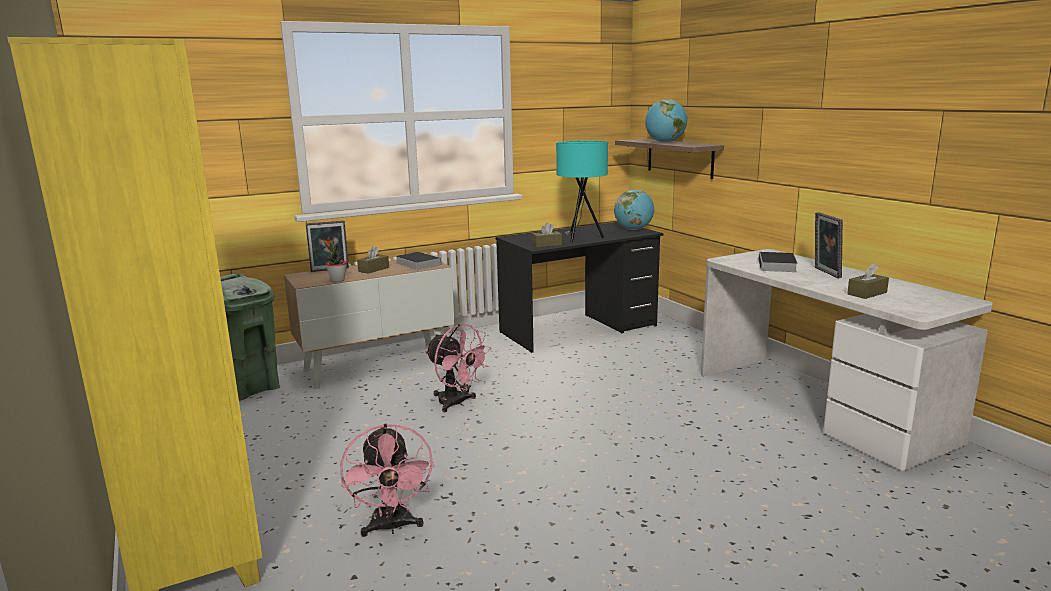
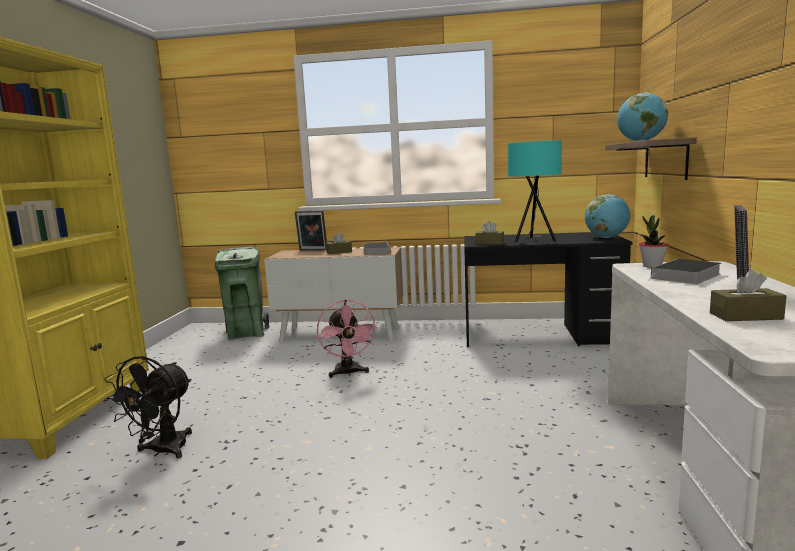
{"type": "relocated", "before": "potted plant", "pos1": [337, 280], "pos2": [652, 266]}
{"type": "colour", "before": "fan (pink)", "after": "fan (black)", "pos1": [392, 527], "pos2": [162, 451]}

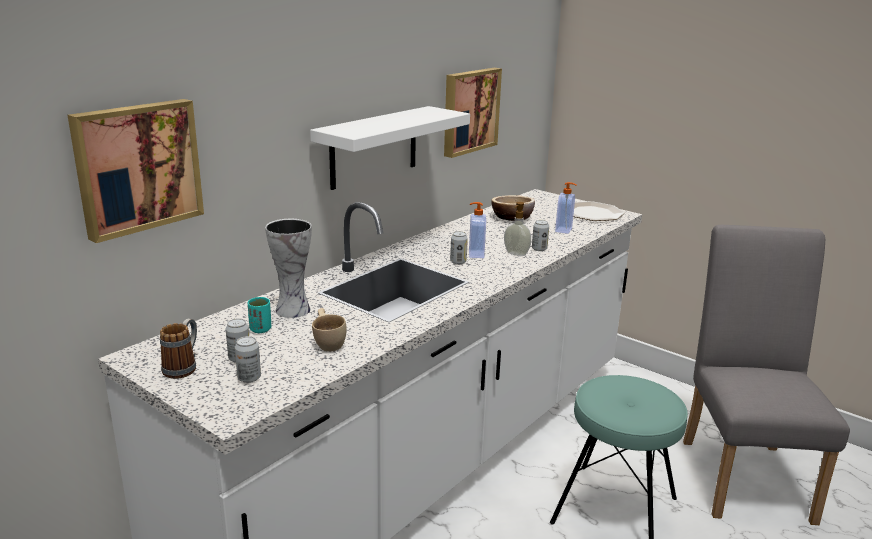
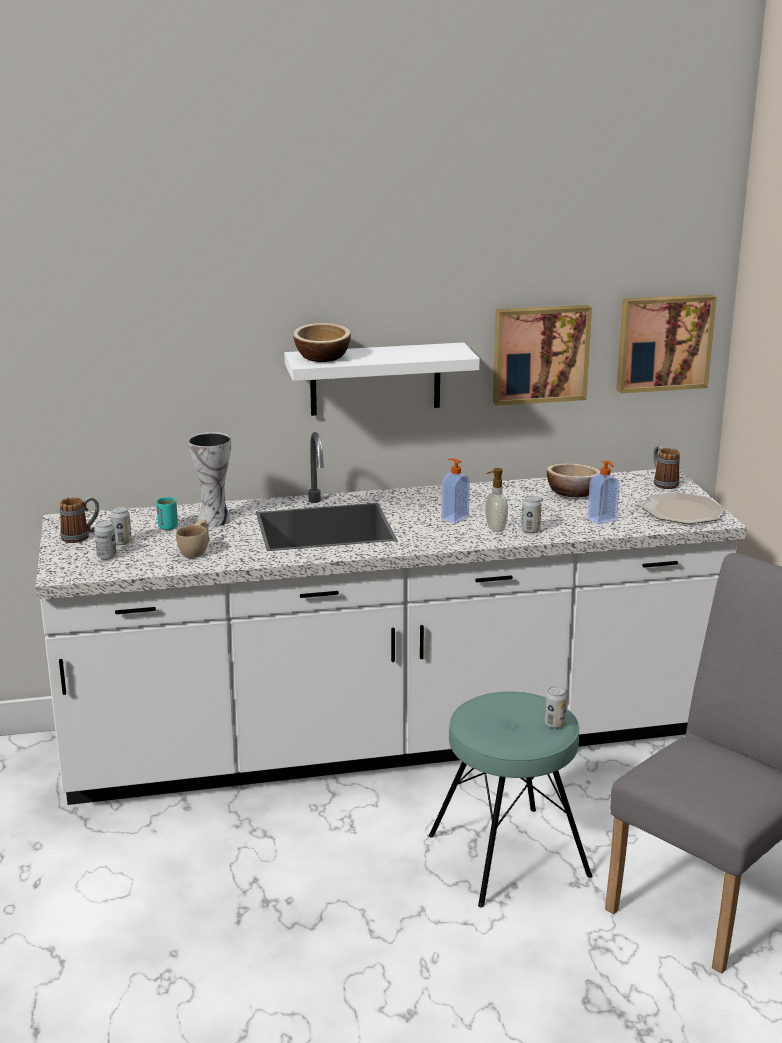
{"type": "relocated", "before": "picture", "pos1": [137, 167], "pos2": [663, 342]}
{"type": "relocated", "before": "can", "pos1": [458, 262], "pos2": [554, 724]}
{"type": "appeared", "after": "bowl", "pos2": [322, 357]}
{"type": "appeared", "after": "mug", "pos2": [663, 483]}

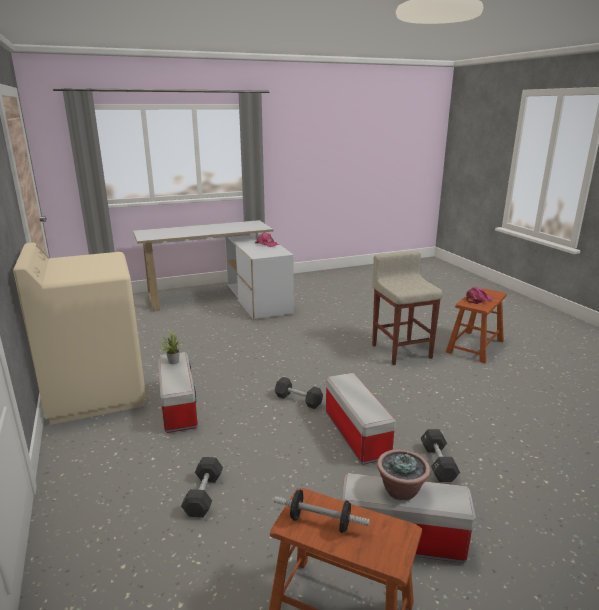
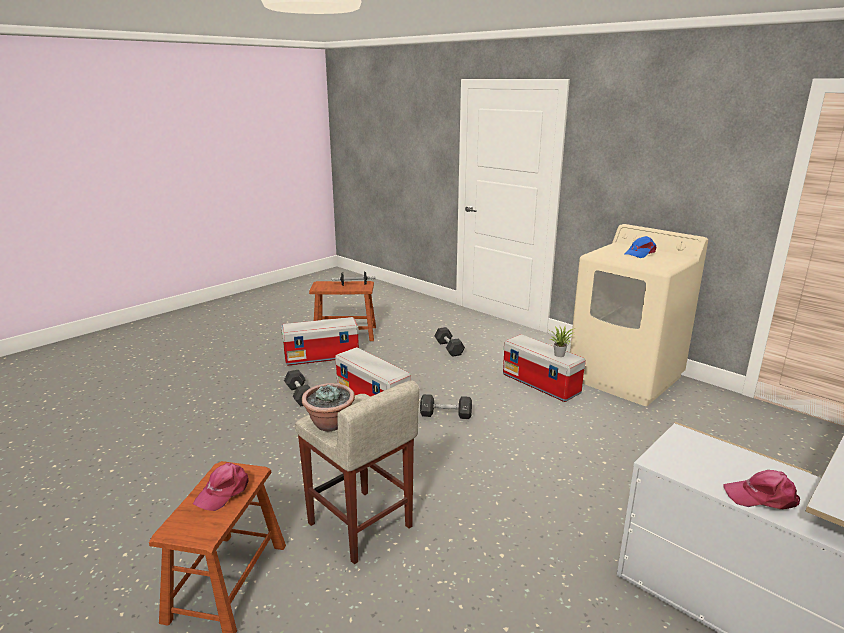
{"type": "relocated", "before": "potted plant", "pos1": [400, 490], "pos2": [330, 424]}
{"type": "appeared", "after": "cap (blue)", "pos2": [640, 253]}

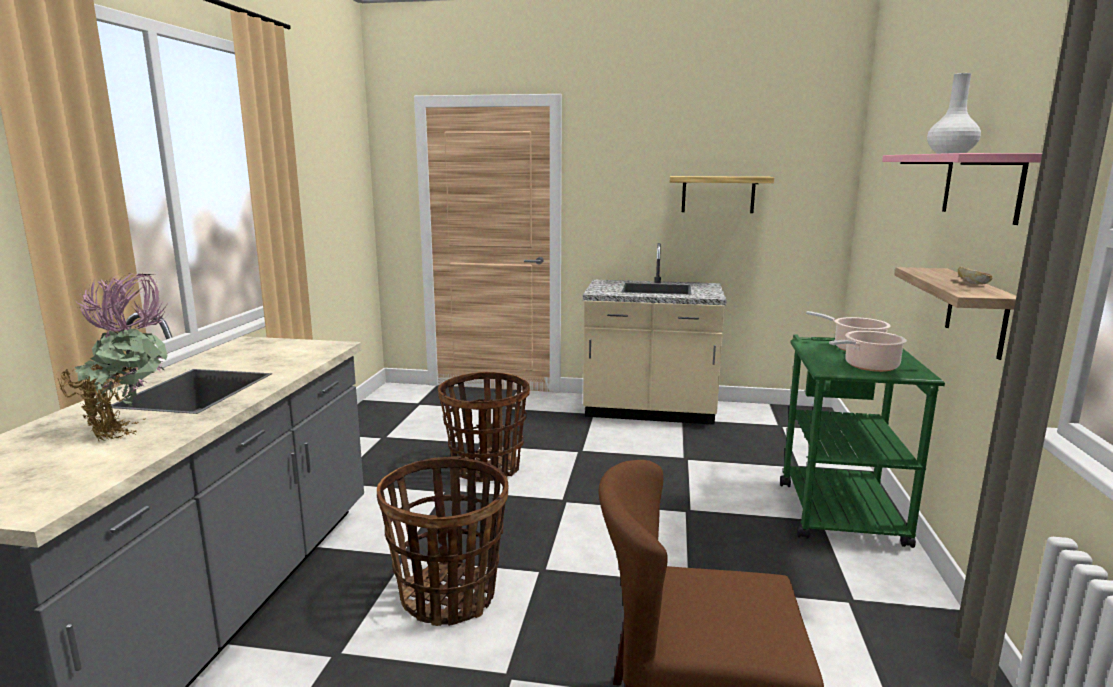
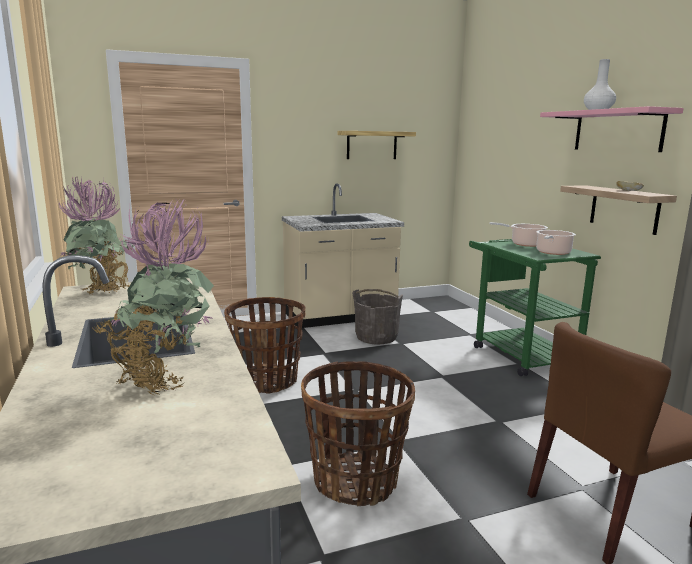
{"type": "appeared", "after": "potted plant", "pos2": [104, 294]}
{"type": "appeared", "after": "bucket (grey)", "pos2": [376, 337]}

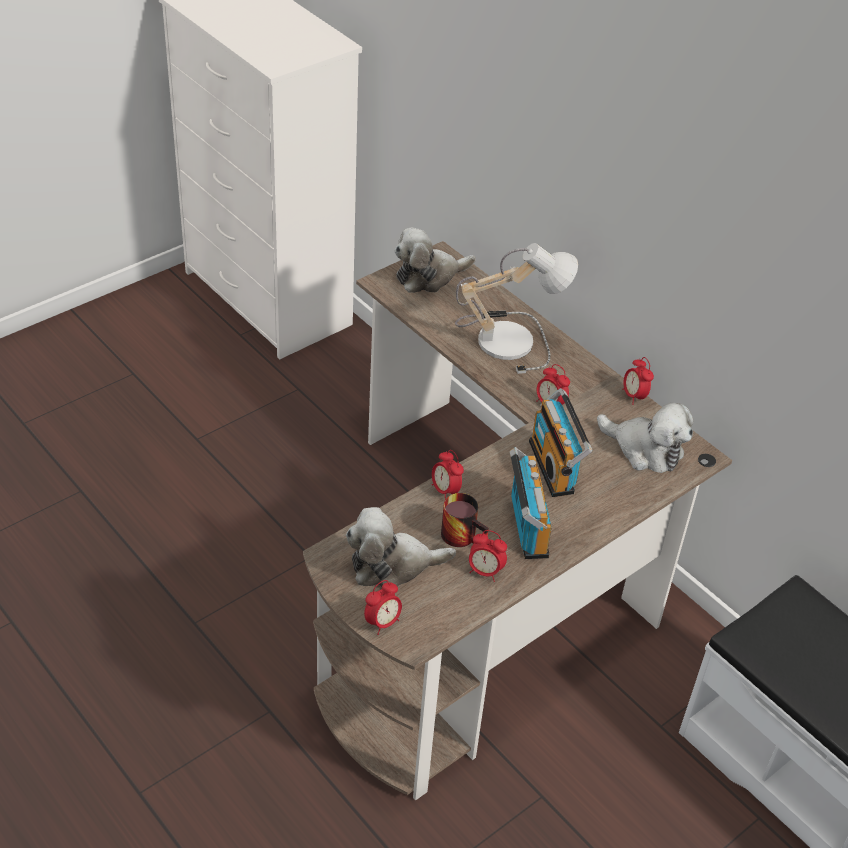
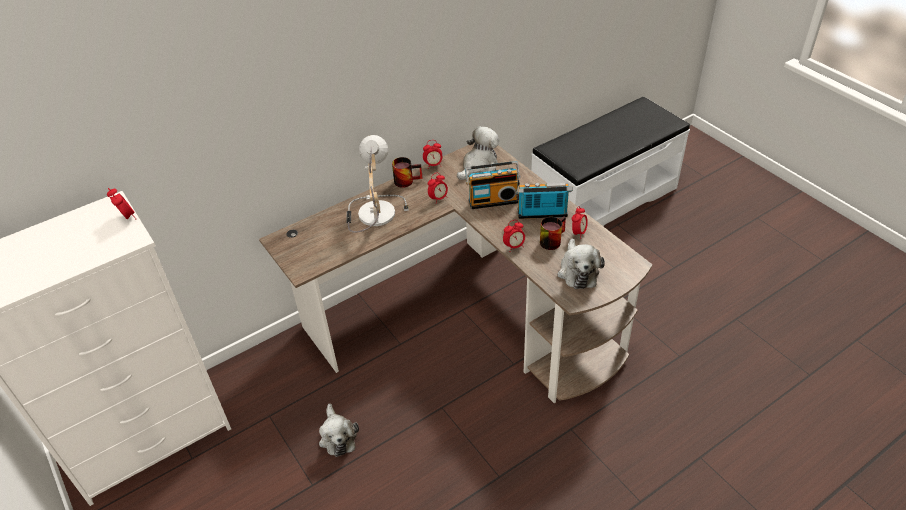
{"type": "relocated", "before": "alarm clock", "pos1": [382, 622], "pos2": [127, 217]}
{"type": "relocated", "before": "plush toy", "pos1": [429, 276], "pos2": [337, 436]}
{"type": "appeared", "after": "mug", "pos2": [407, 180]}

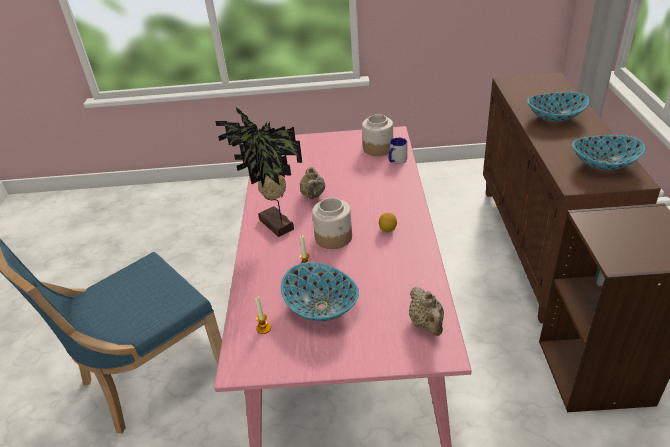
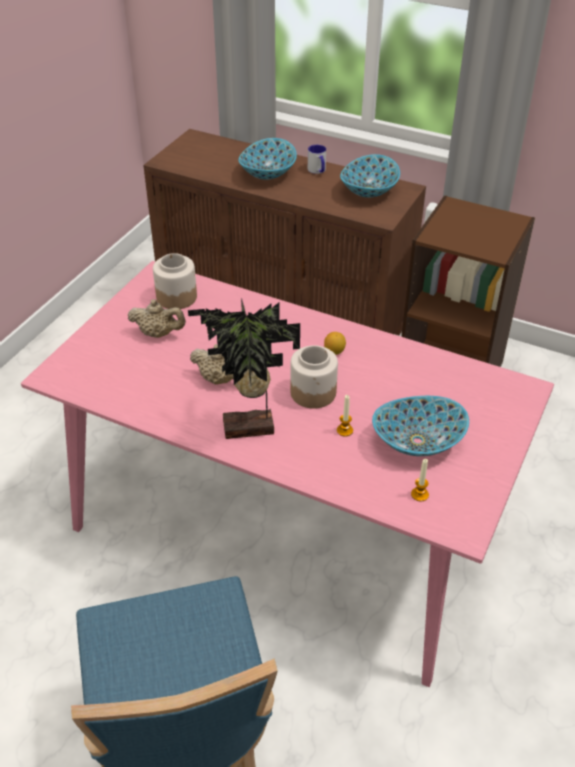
{"type": "relocated", "before": "mug", "pos1": [396, 161], "pos2": [318, 171]}
{"type": "relocated", "before": "teapot (beige)", "pos1": [427, 325], "pos2": [158, 334]}

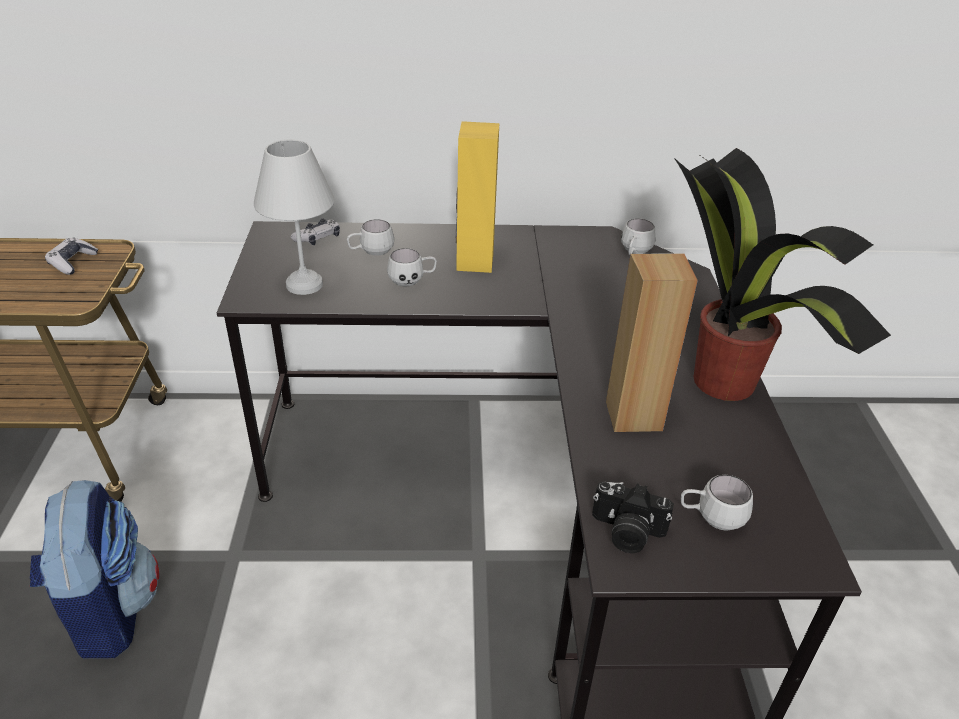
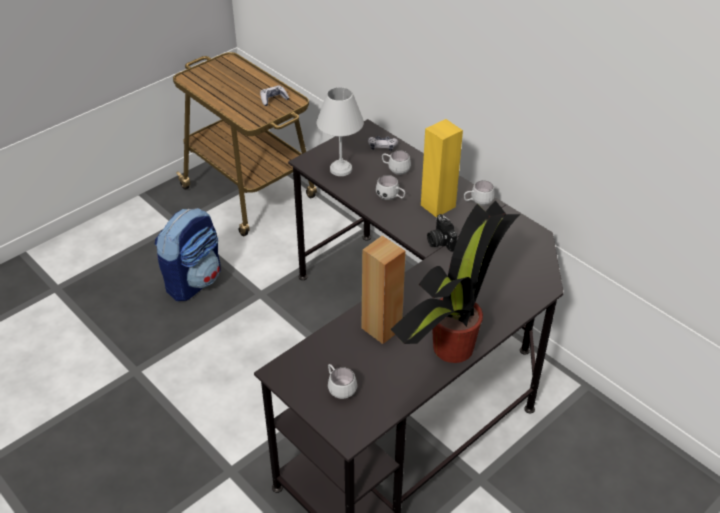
{"type": "relocated", "before": "photo camera", "pos1": [626, 533], "pos2": [440, 241]}
{"type": "relocated", "before": "mug (white)", "pos1": [634, 252], "pos2": [478, 202]}

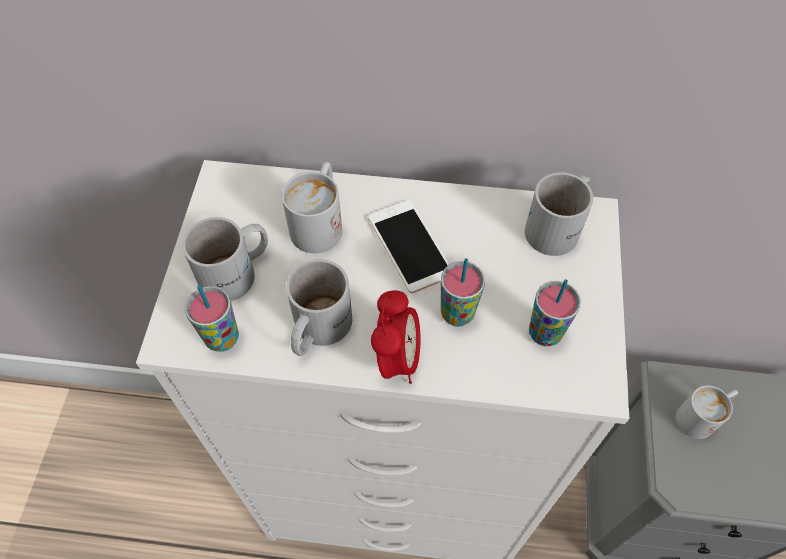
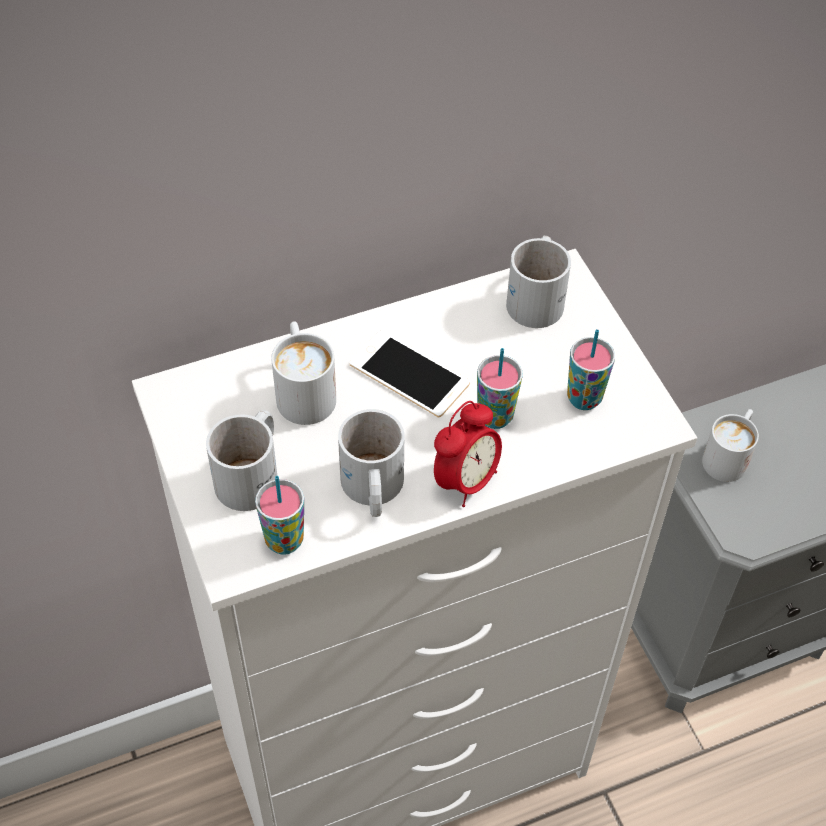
{"type": "spun", "before": "alarm clock", "pos1": [397, 358], "pos2": [466, 480], "turn": 60}

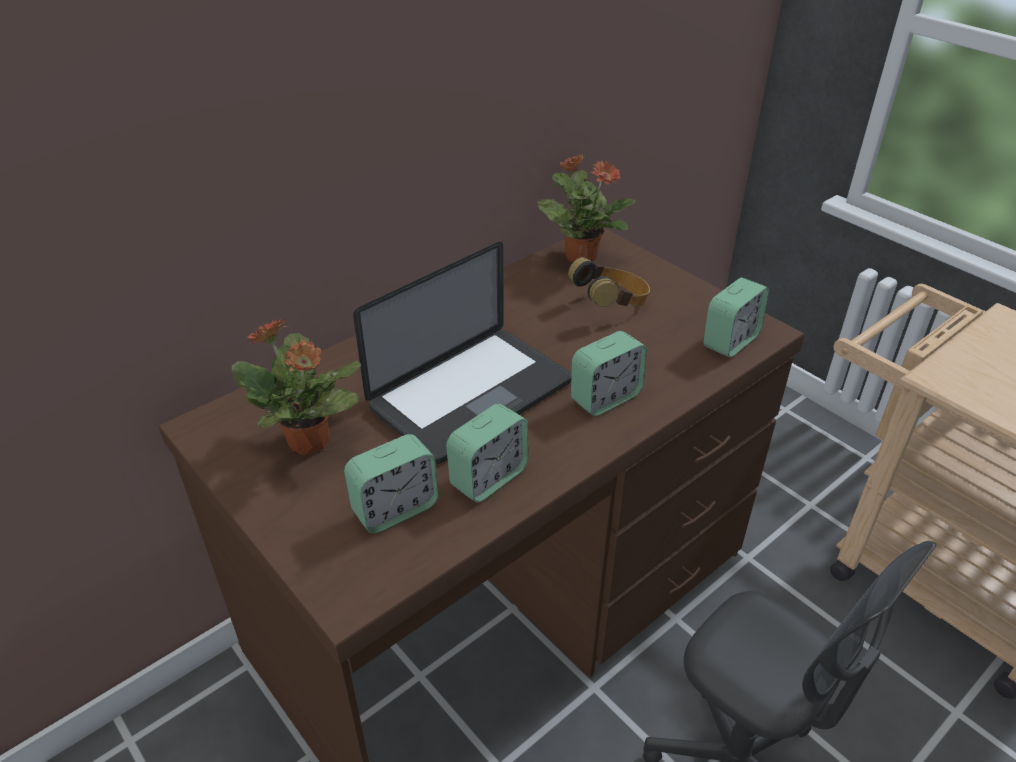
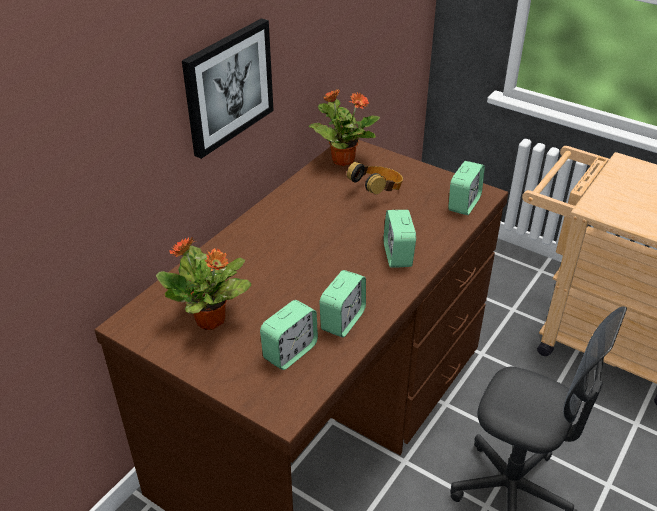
{"type": "missing", "before": "laptop", "pos1": [471, 395]}
{"type": "spun", "before": "alarm clock", "pos1": [605, 397], "pos2": [397, 255], "turn": 135}
{"type": "appeared", "after": "picture", "pos2": [228, 86]}

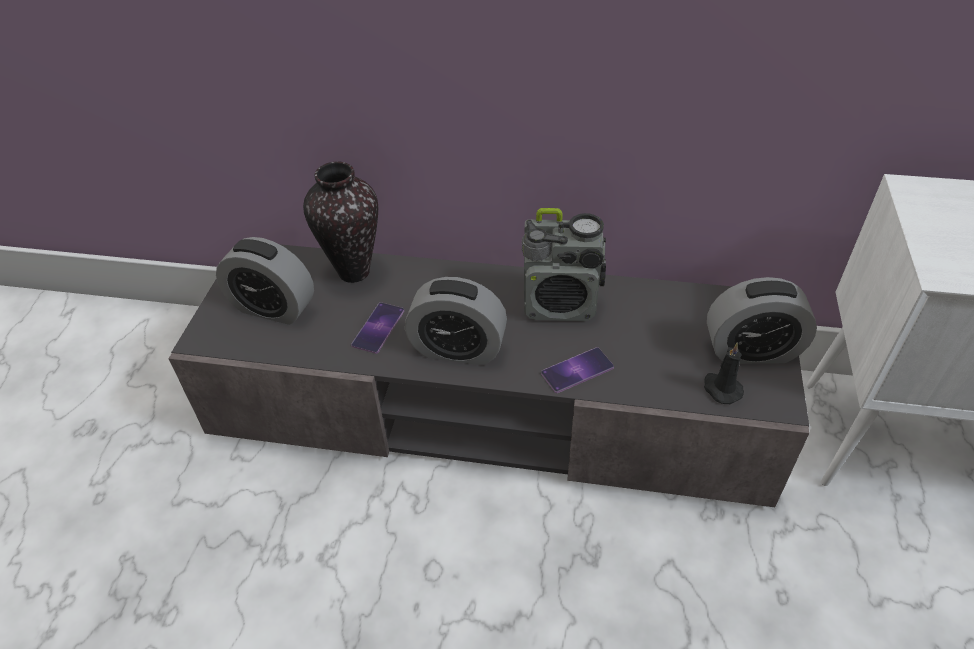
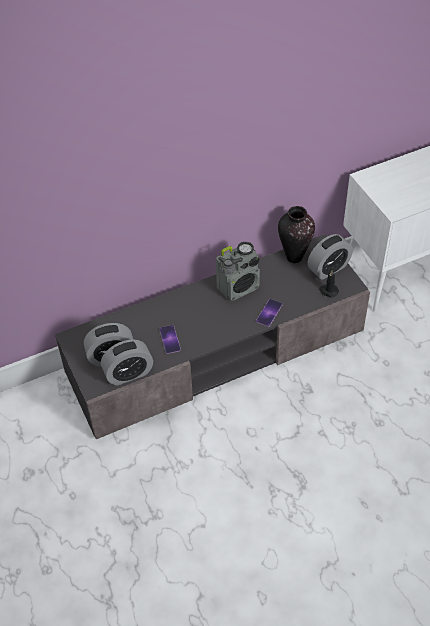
{"type": "relocated", "before": "vase", "pos1": [354, 271], "pos2": [294, 256]}
{"type": "relocated", "before": "alarm clock", "pos1": [458, 349], "pos2": [128, 373]}

